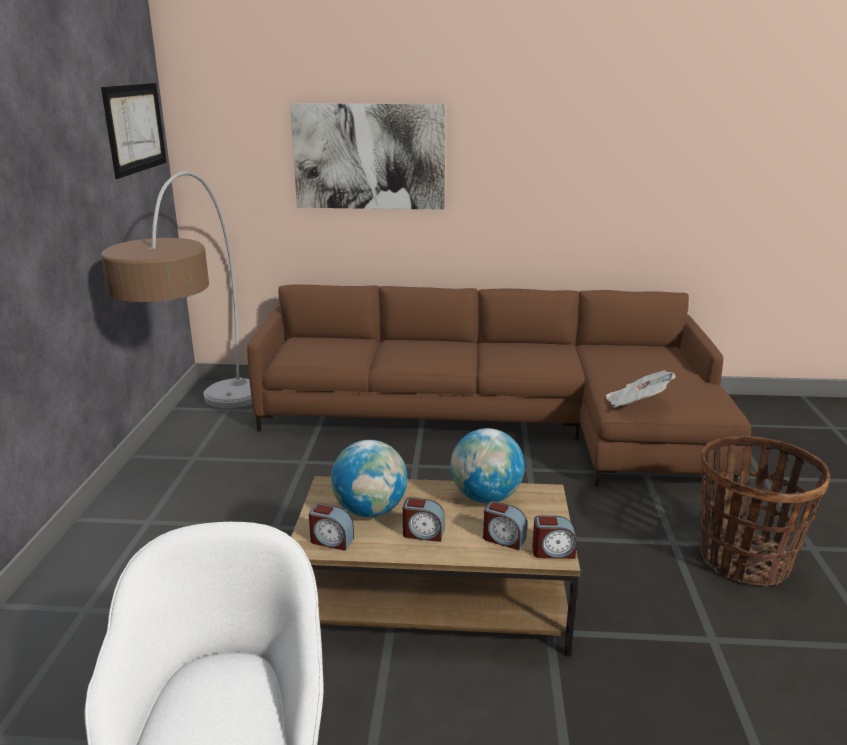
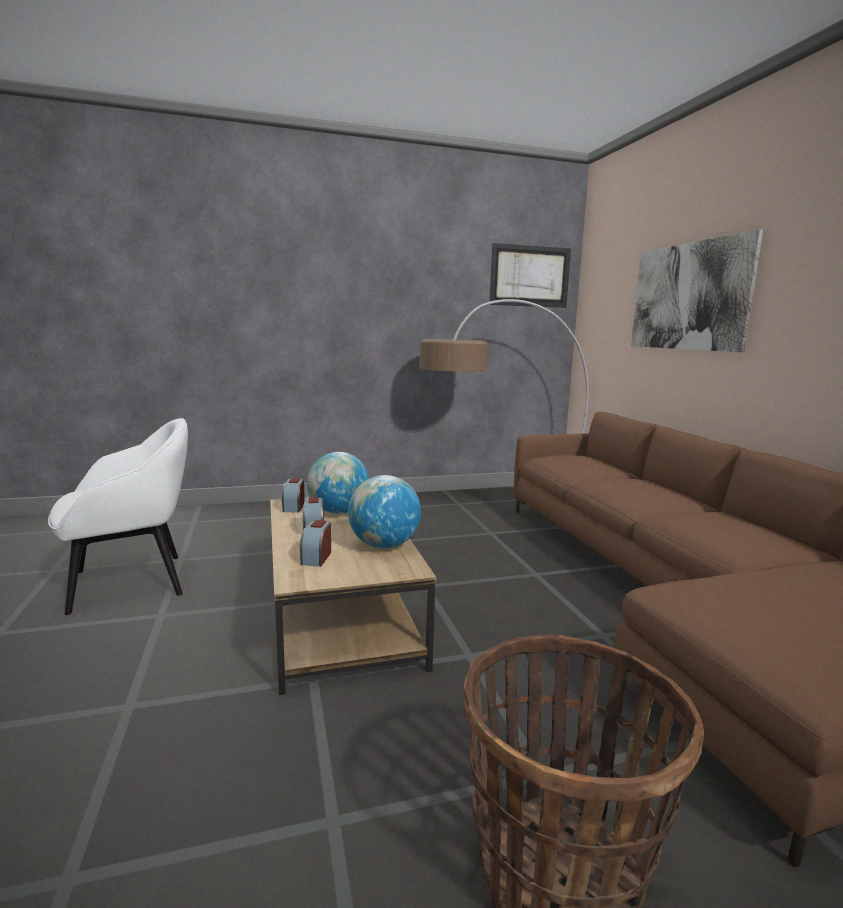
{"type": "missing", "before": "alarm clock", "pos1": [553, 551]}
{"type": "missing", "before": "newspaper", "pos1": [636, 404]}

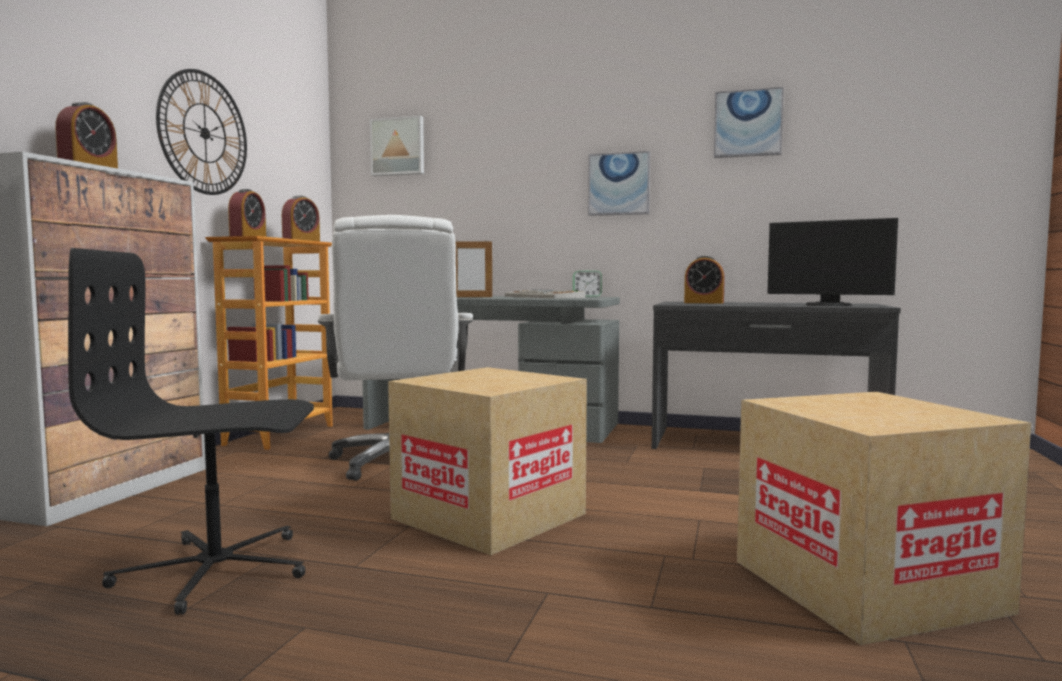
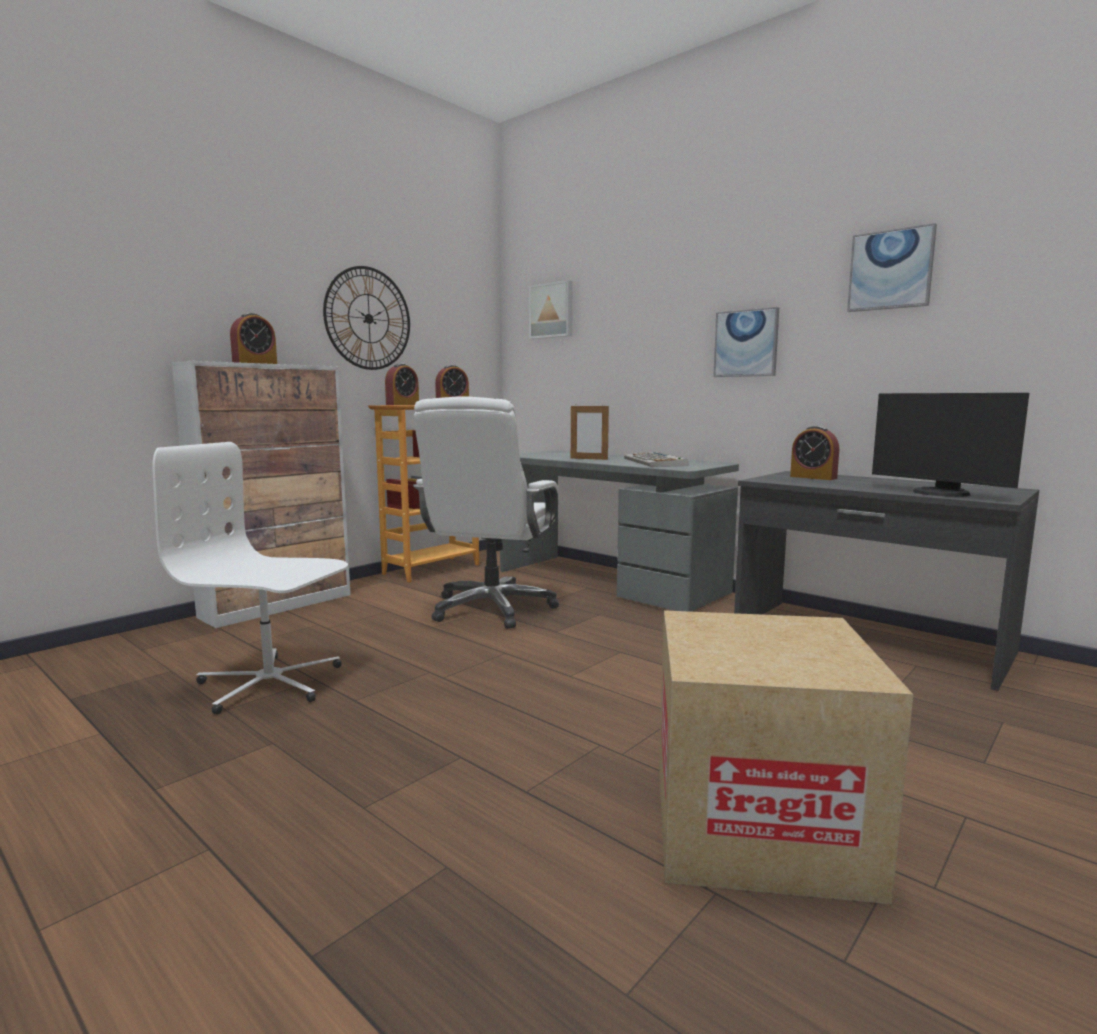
{"type": "colour", "before": "office chair (black)", "after": "office chair (white)", "pos1": [215, 570], "pos2": [269, 684]}
{"type": "missing", "before": "cardboard box", "pos1": [489, 516]}
{"type": "missing", "before": "alarm clock", "pos1": [587, 296]}

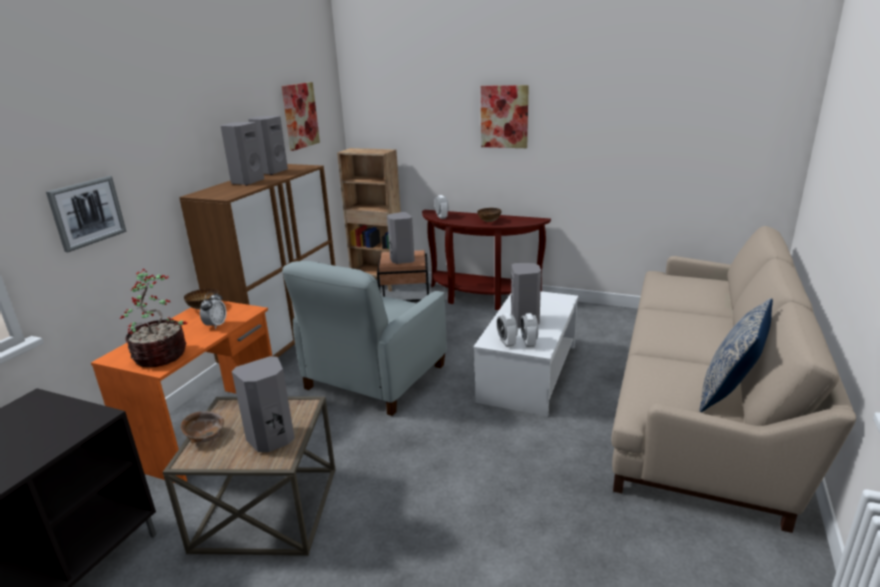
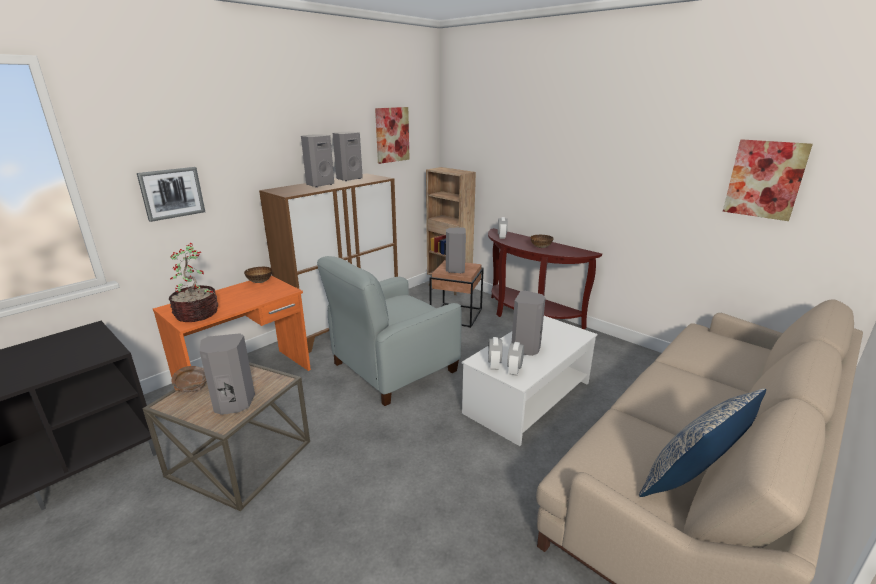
{"type": "missing", "before": "alarm clock", "pos1": [216, 325]}
{"type": "relocated", "before": "picture", "pos1": [504, 116], "pos2": [765, 179]}

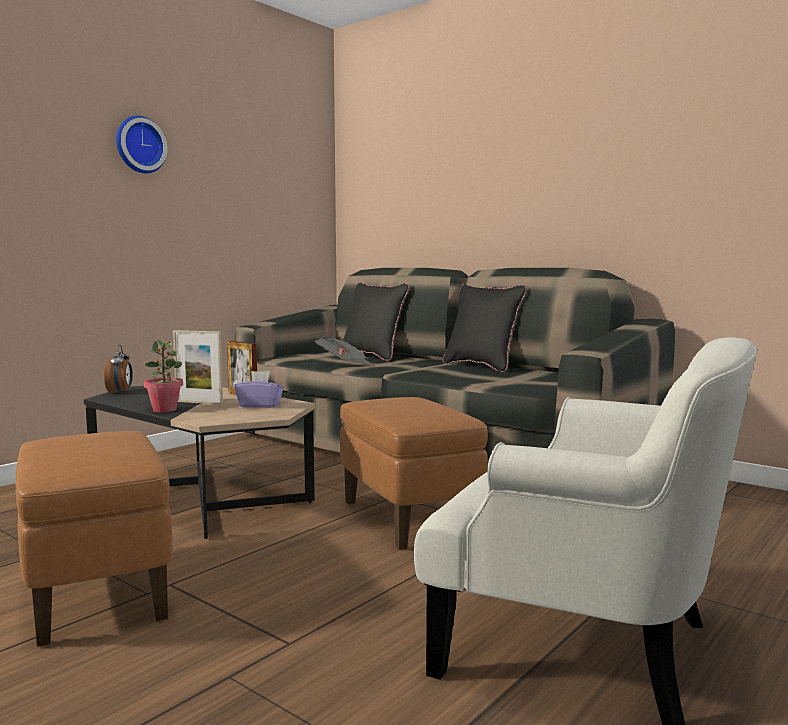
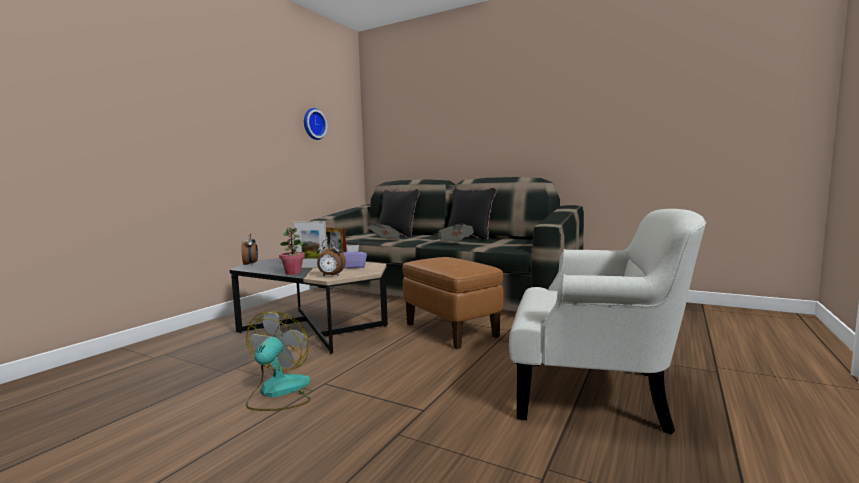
{"type": "exchanged", "before": "ottoman (brown)", "after": "fan", "pos1": [97, 591], "pos2": [278, 392]}
{"type": "relocated", "before": "wall clock", "pos1": [139, 145], "pos2": [313, 124]}
{"type": "appeared", "after": "alarm clock", "pos2": [331, 275]}
{"type": "appeared", "after": "newspaper", "pos2": [455, 243]}

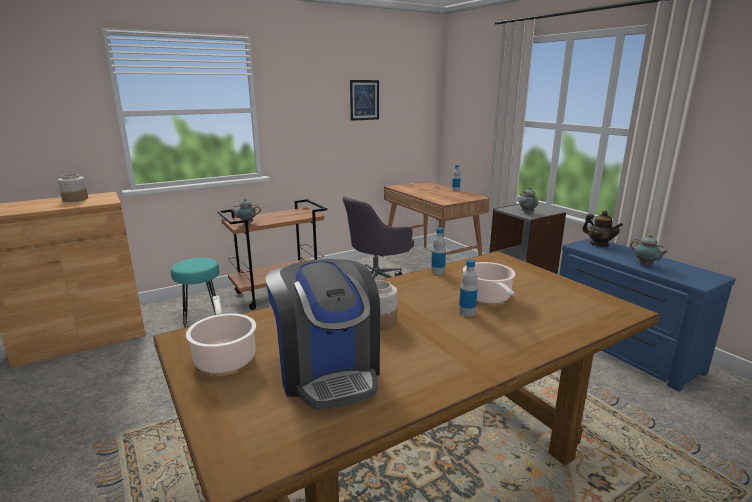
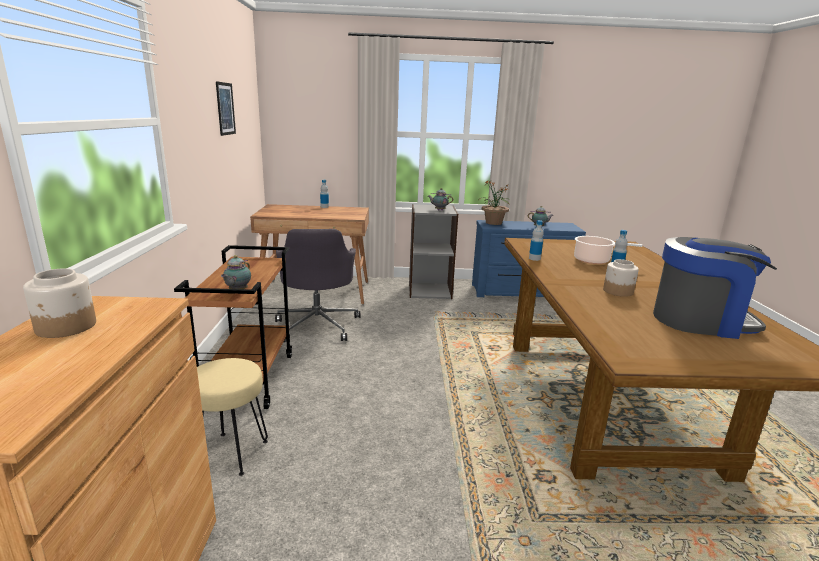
{"type": "colour", "before": "stool (turquoise)", "after": "stool (beige)", "pos1": [201, 317], "pos2": [230, 453]}
{"type": "missing", "before": "cooking pot", "pos1": [225, 357]}
{"type": "exchanged", "before": "teapot", "after": "potted plant", "pos1": [599, 244], "pos2": [493, 223]}

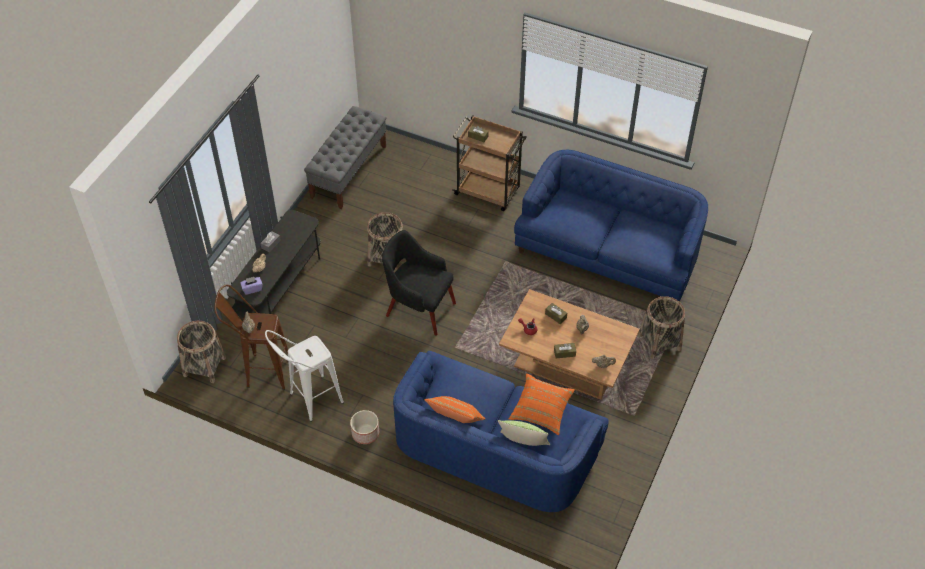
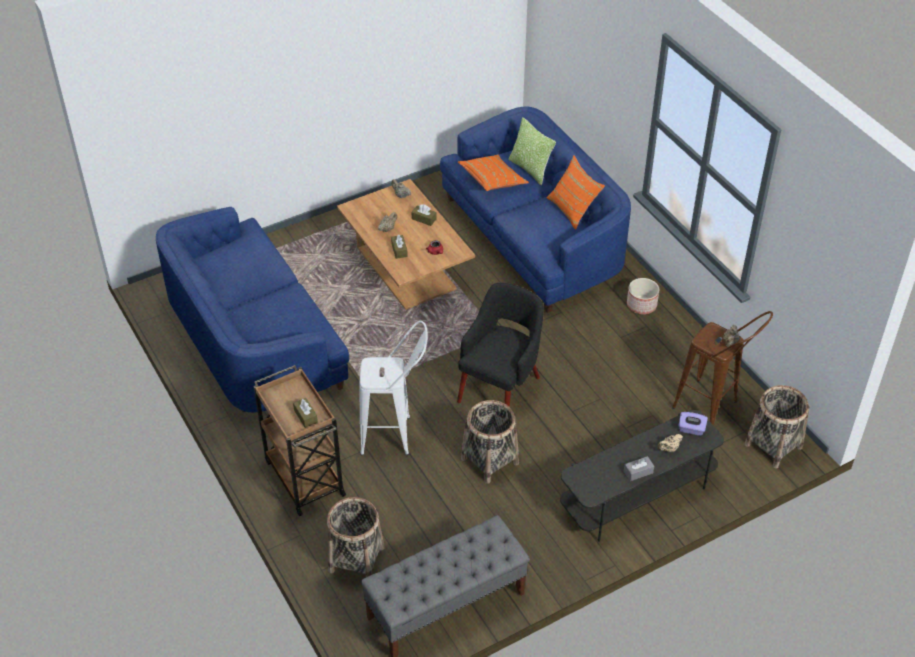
{"type": "relocated", "before": "stool (white)", "pos1": [309, 402], "pos2": [396, 436]}
{"type": "spun", "before": "armchair (black)", "pos1": [418, 308], "pos2": [500, 387], "turn": -120}
{"type": "relocated", "before": "basket", "pos1": [659, 342], "pos2": [356, 559]}

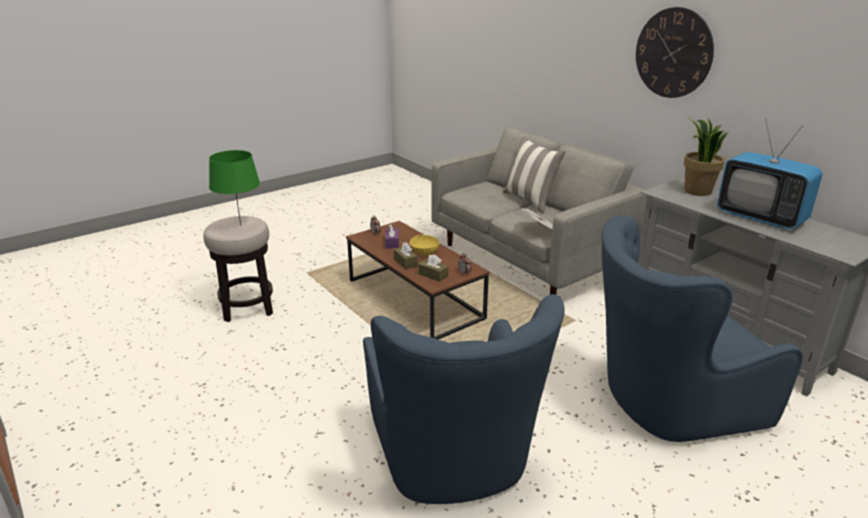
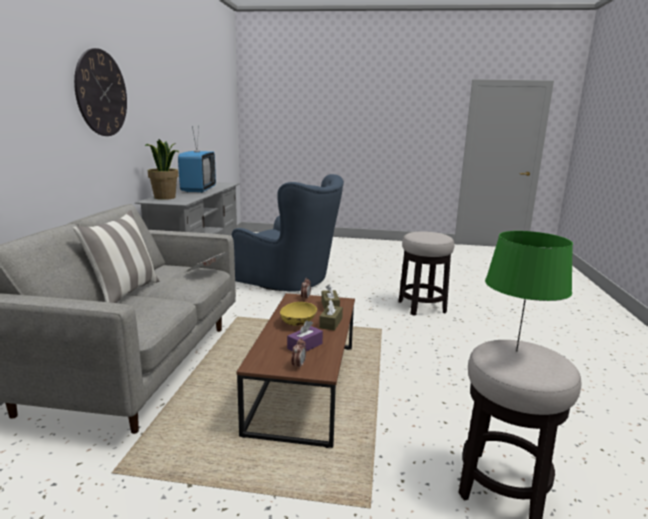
{"type": "exchanged", "before": "armchair (blue)", "after": "stool", "pos1": [453, 459], "pos2": [422, 307]}

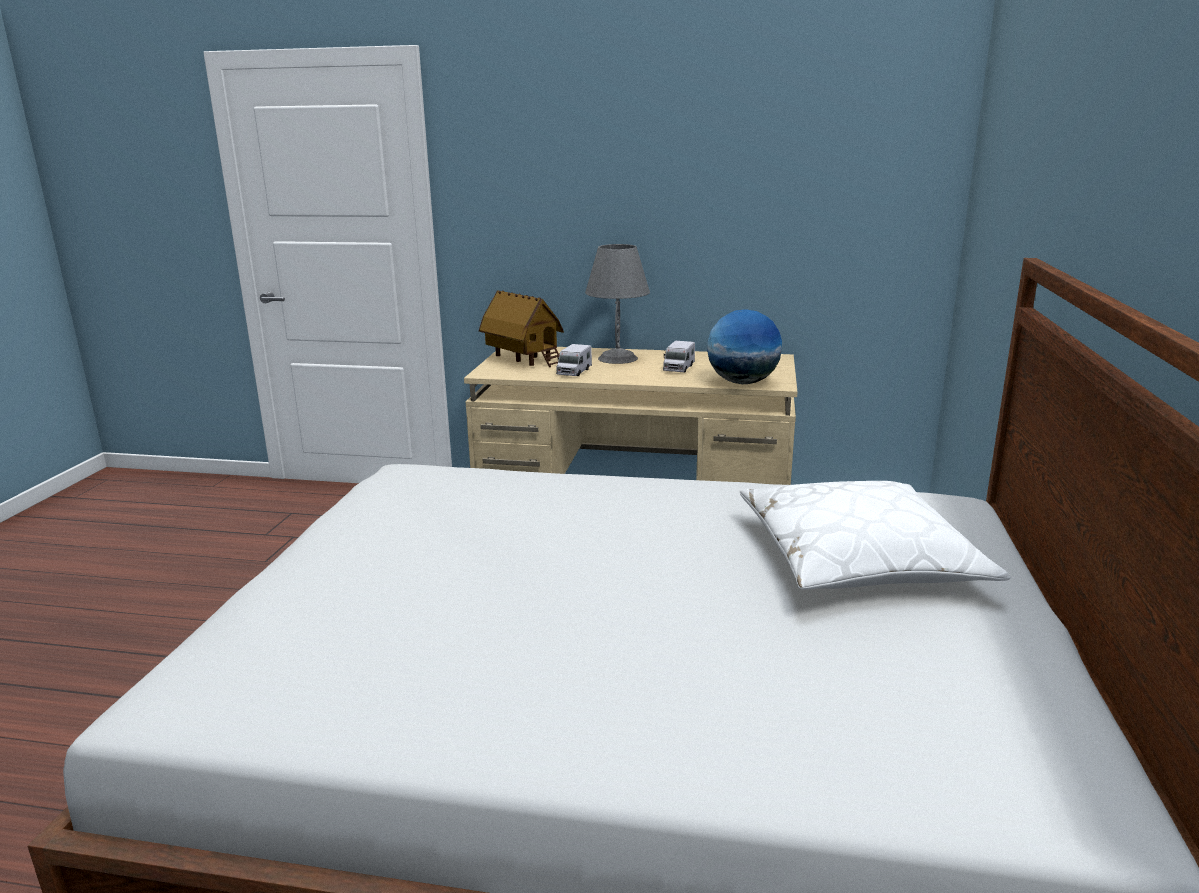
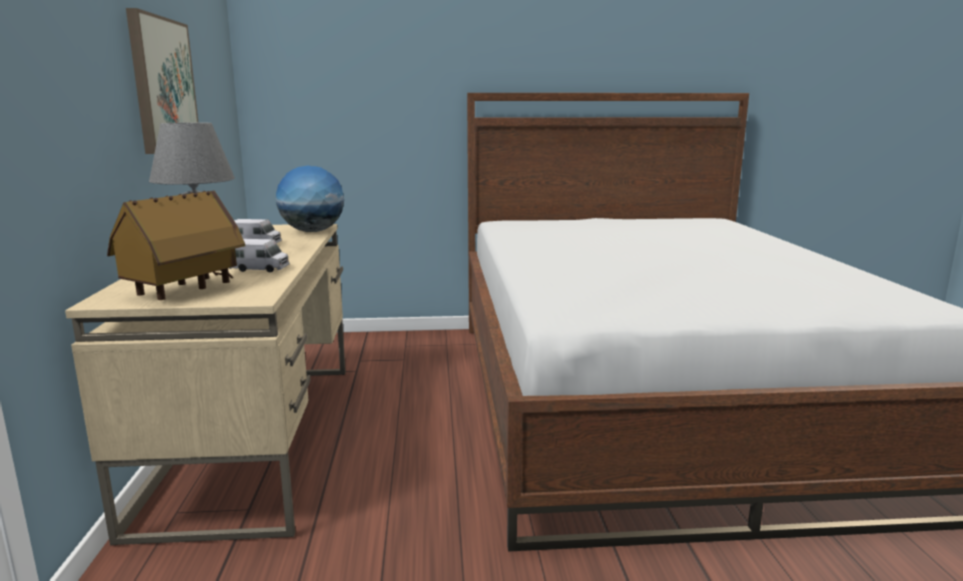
{"type": "missing", "before": "pillow (white)", "pos1": [858, 558]}
{"type": "appeared", "after": "picture", "pos2": [163, 85]}

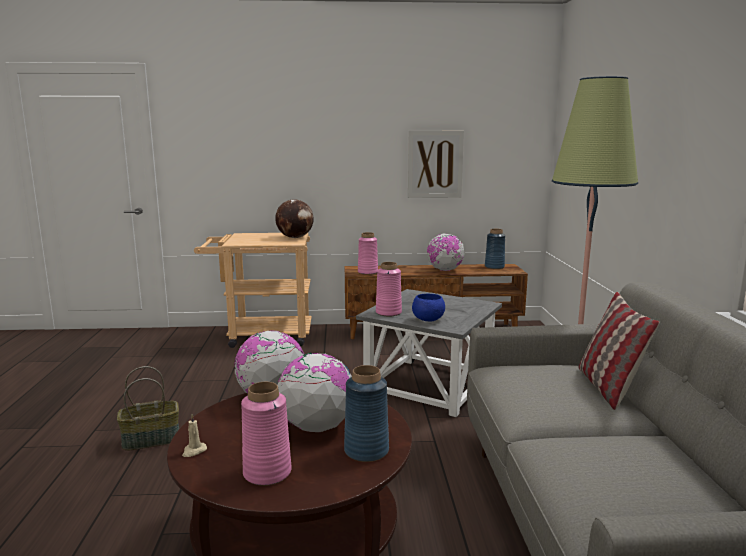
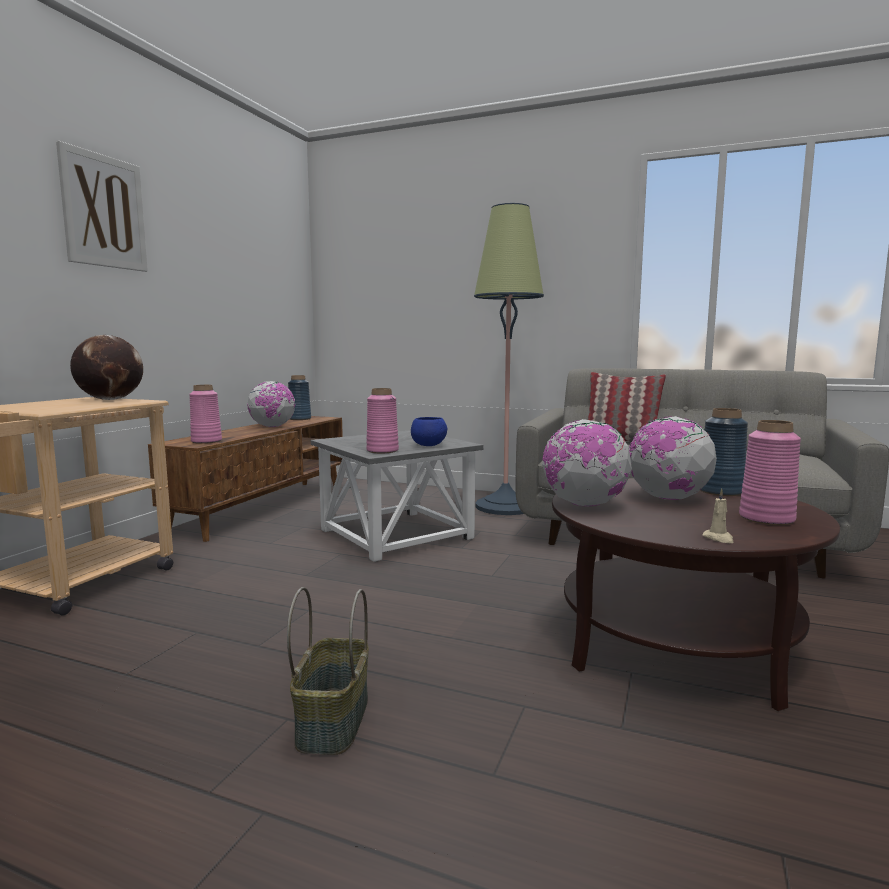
{"type": "relocated", "before": "picture", "pos1": [435, 164], "pos2": [104, 211]}

